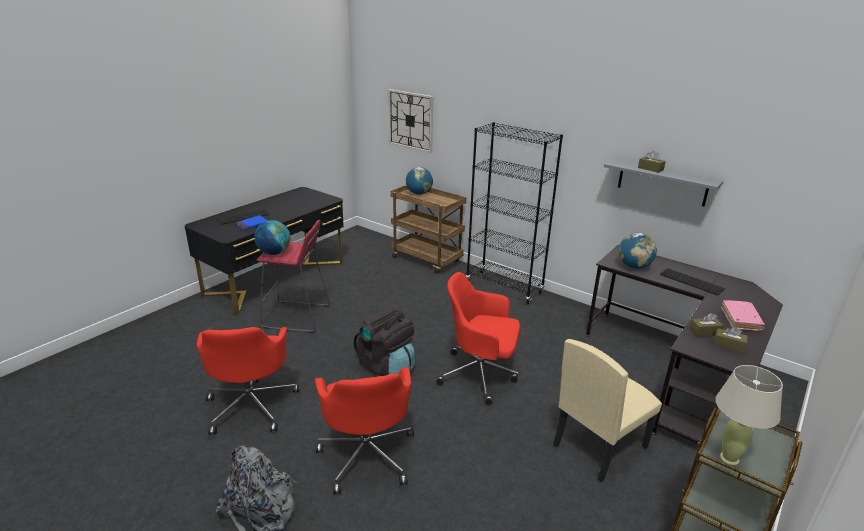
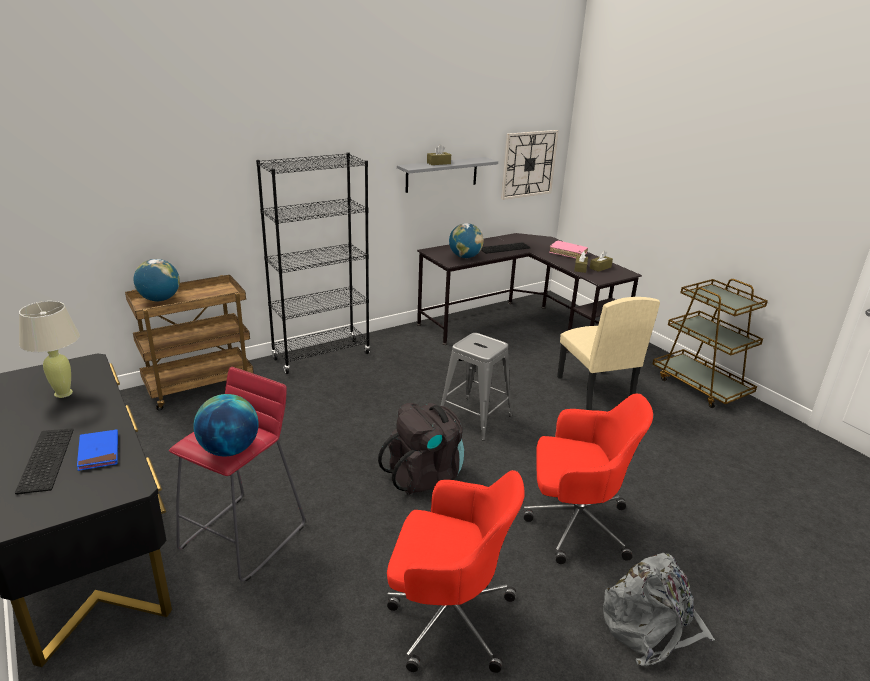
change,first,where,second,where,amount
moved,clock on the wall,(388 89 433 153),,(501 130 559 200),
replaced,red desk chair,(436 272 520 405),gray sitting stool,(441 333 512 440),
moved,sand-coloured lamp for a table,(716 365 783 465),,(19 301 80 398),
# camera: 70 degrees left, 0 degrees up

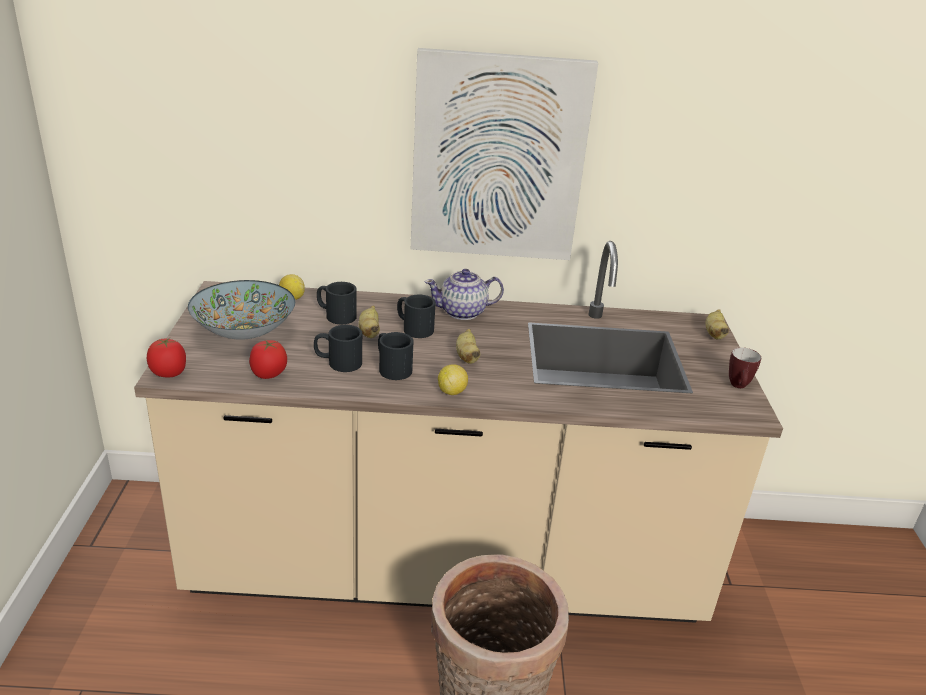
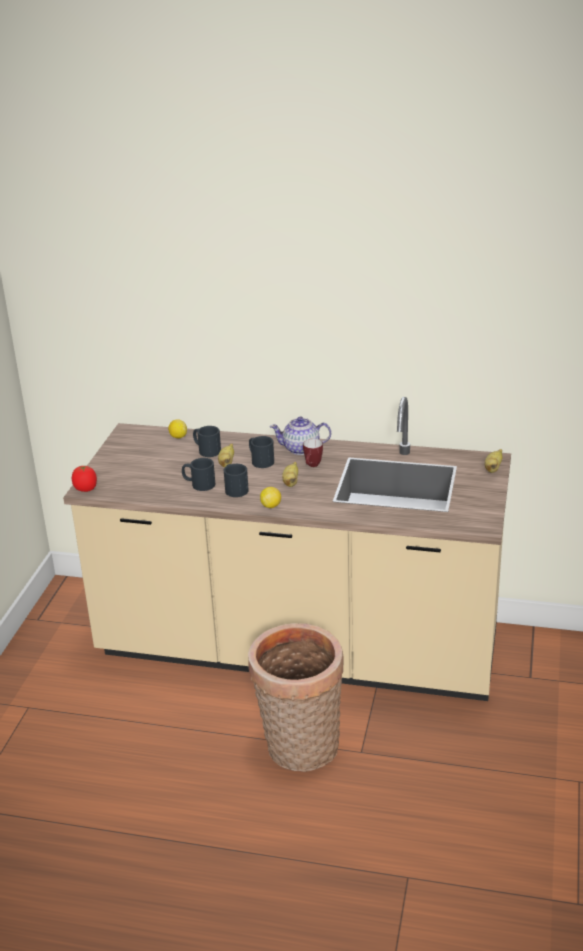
change,first,where,second,where,amount
removed,bowl,(188 280 295 340),,,
removed,fresh tomato,(249 340 287 379),,,
removed,picture,(411 48 598 260),,,
moved,mug,(729 347 761 388),,(303 439 323 467),
# camera: 15 degrees right, 0 degrees up

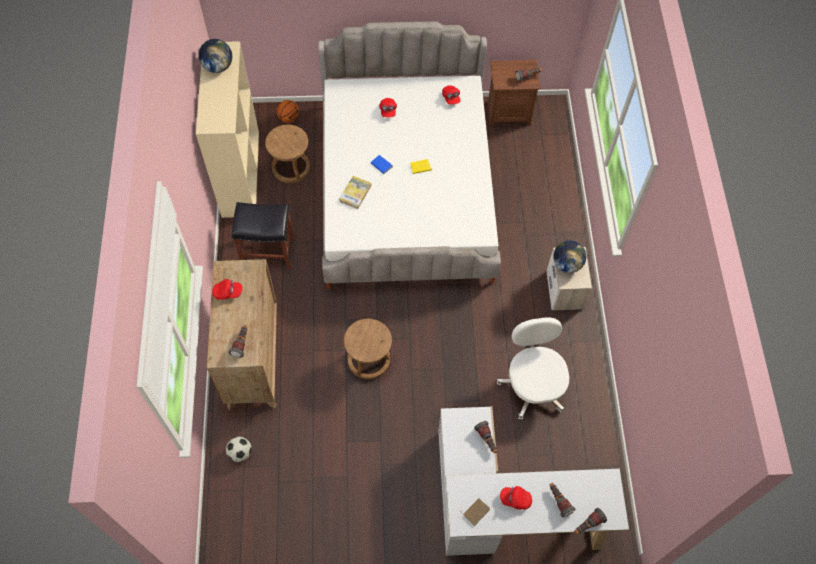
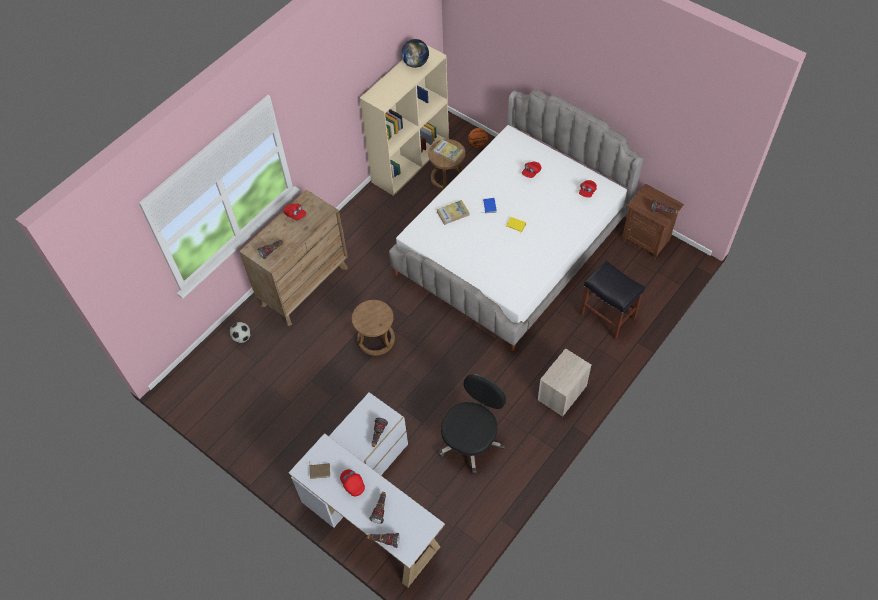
change,first,where,second,where,amount
moved,black-coloured sitting stool,(232 202 294 269),,(580 261 645 340),
recoloured,white desk chair,(497 317 569 419),black-coloured desk chair,(438 374 506 474),
removed,world globe,(553 240 586 273),,,
added,,,bound book,(432 140 463 163),
# camera: 45 degrees right, 5 degrees down

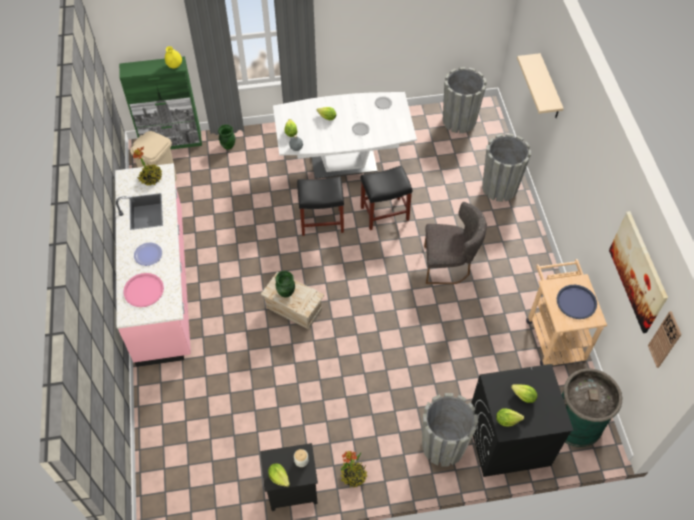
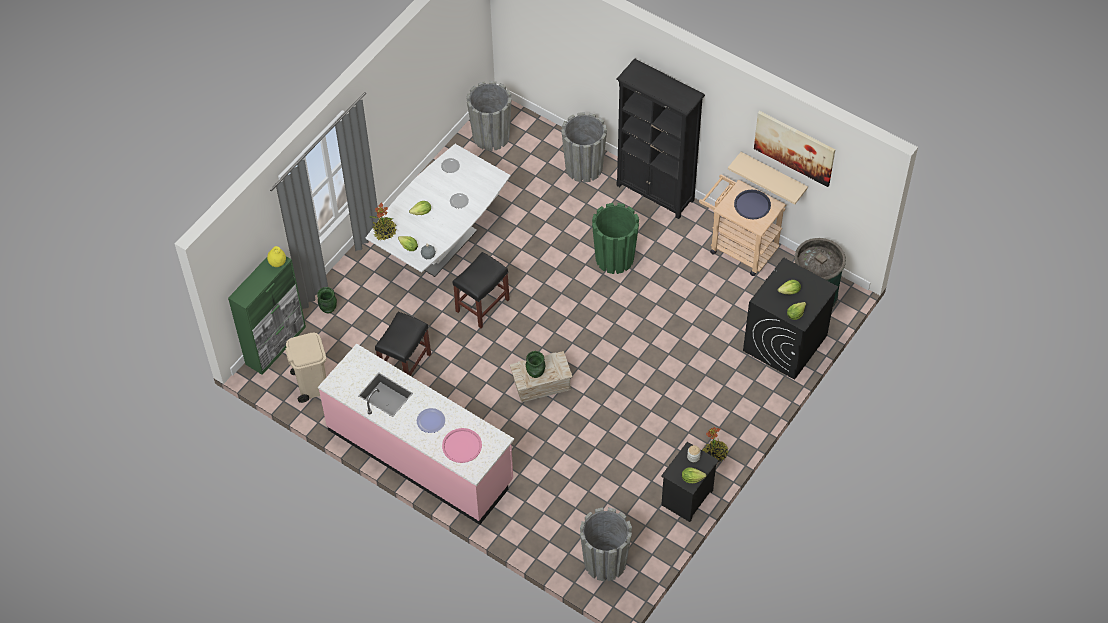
change,first,where,second,where,amount
moved,potted plant,(133 146 162 186),,(370 203 396 240),
moved,black-coloured sitting stool,(361 165 412 230),,(375 312 431 376),
moved,gray flower pot,(422 393 478 466),,(580 507 632 582),
replaced,gray chair,(424 202 487 284),greenish flower pot,(592 203 639 274),
moved,sand-coloured bracket shelf,(517 53 564 118),,(728 152 808 204),
removed,clock on the wall,(648 311 682 368),,,
added,,,black-coloured bookshelf,(616 59 705 219),
# camera: 45 degrees left, 0 degrees up

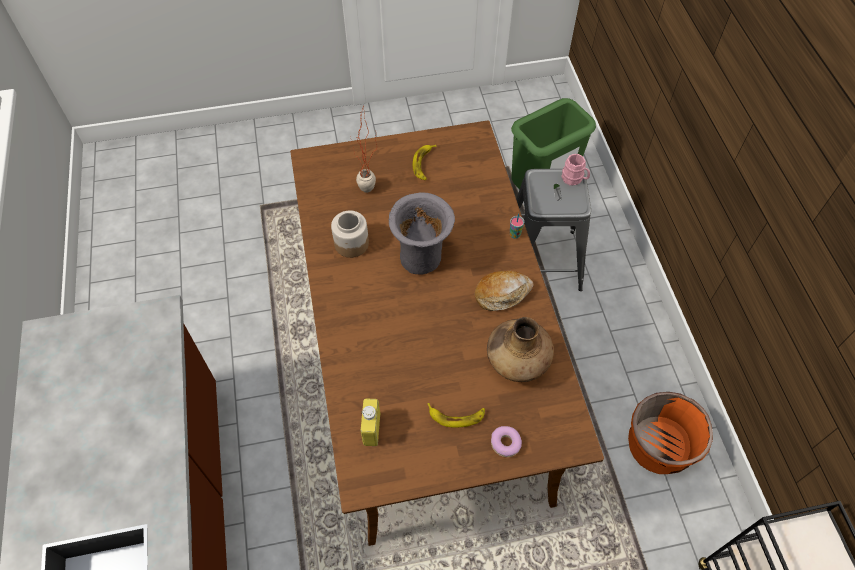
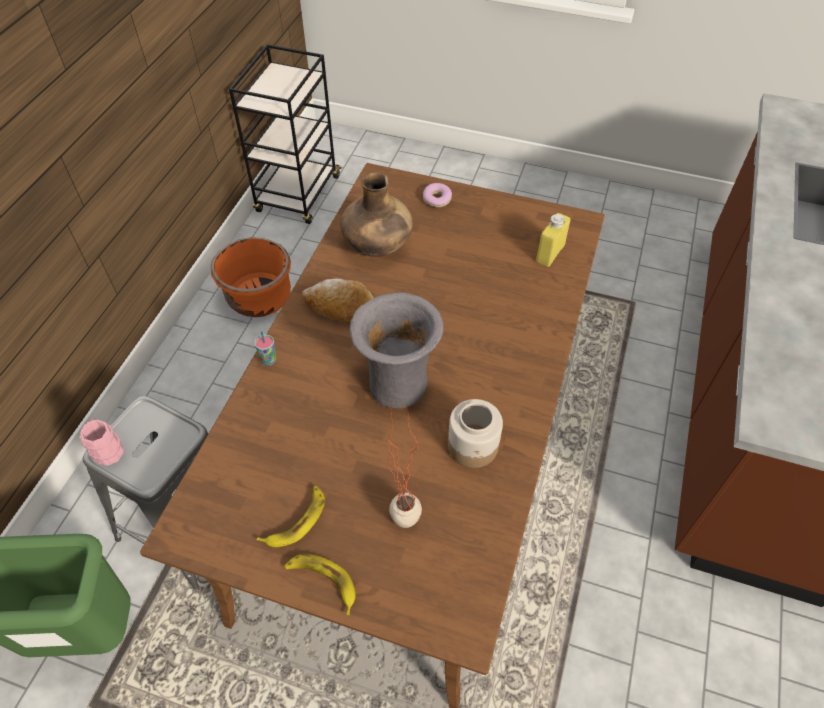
change,first,where,second,where,amount
moved,banana fruit,(427 403 485 428),,(284 554 356 616),
# camera: 150 degrees left, 5 degrees down

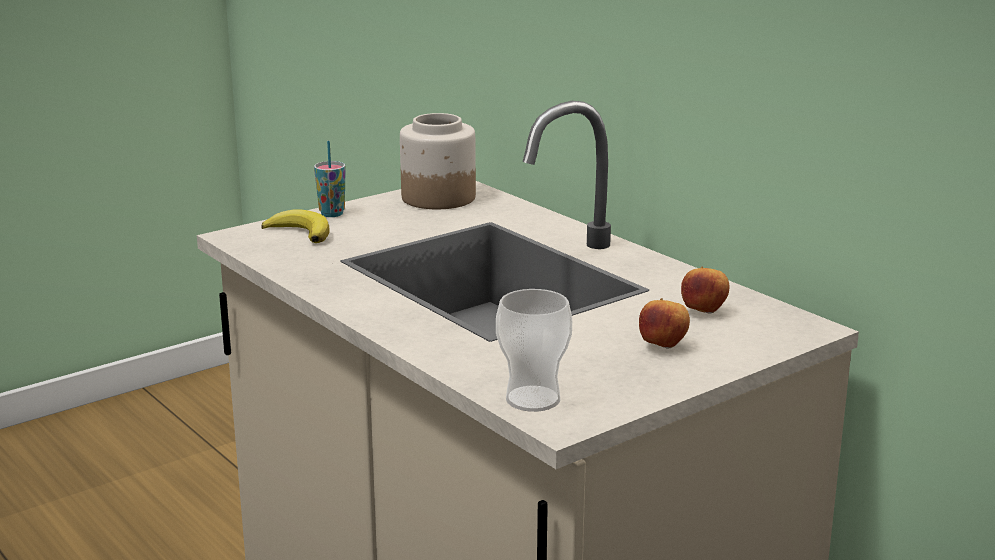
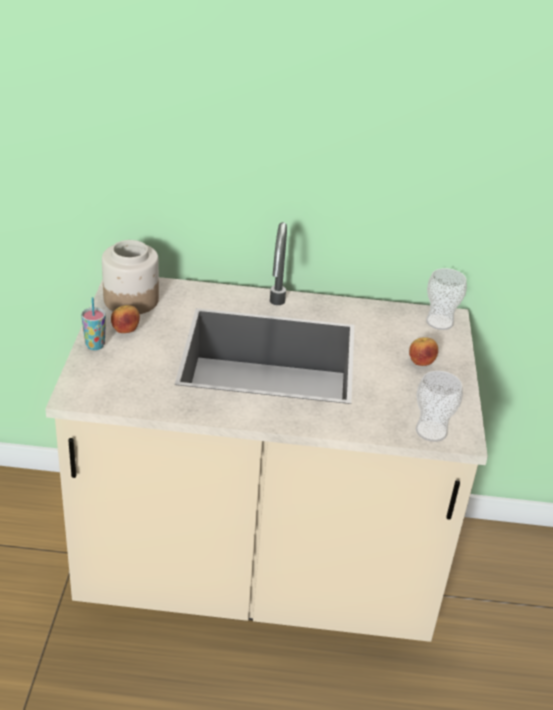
change,first,where,second,where,amount
removed,banana fruit,(261 210 330 243),,,
moved,whole apple,(681 266 729 314),,(111 305 140 333),
added,,,drinking cup,(426 268 467 330),
# camera: 50 degrees left, 15 degrees up

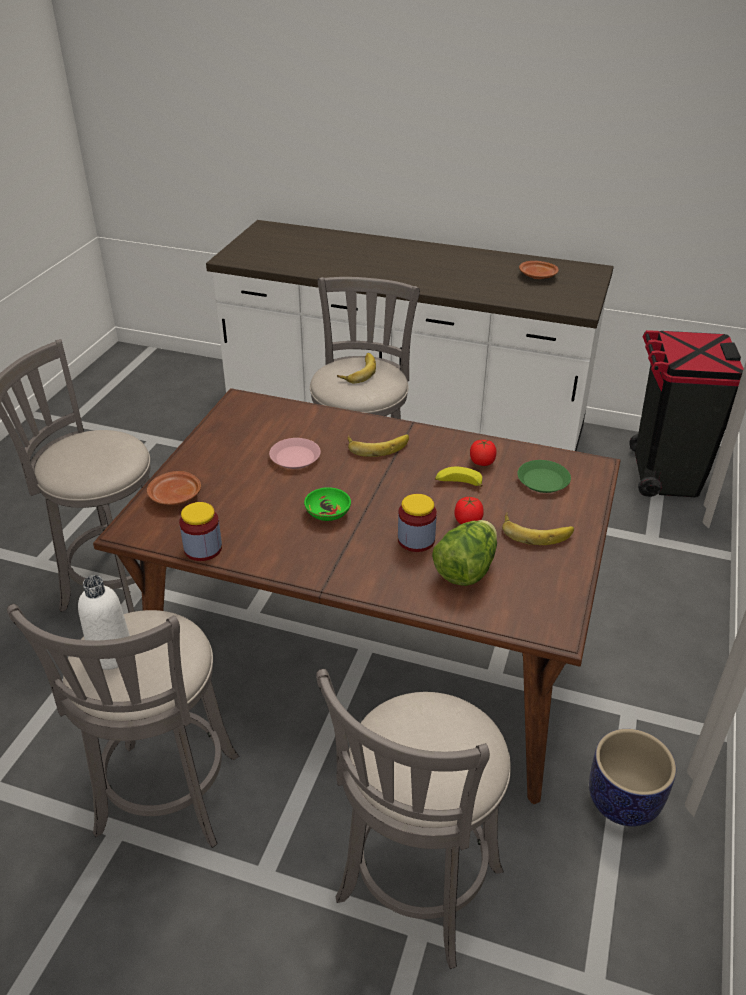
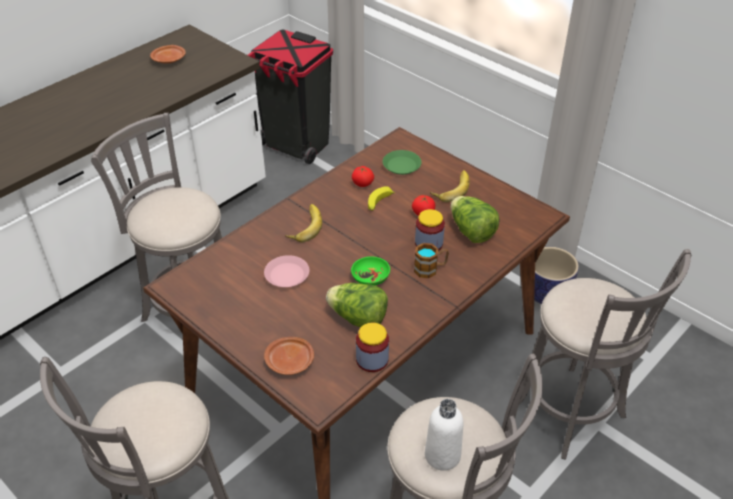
change,first,where,second,where,amount
removed,banana fruit,(337 353 376 383),,,
added,,,lettuce,(326 283 388 327),
added,,,mug,(414 243 449 278),
# camera: 65 degrees left, 5 degrees up

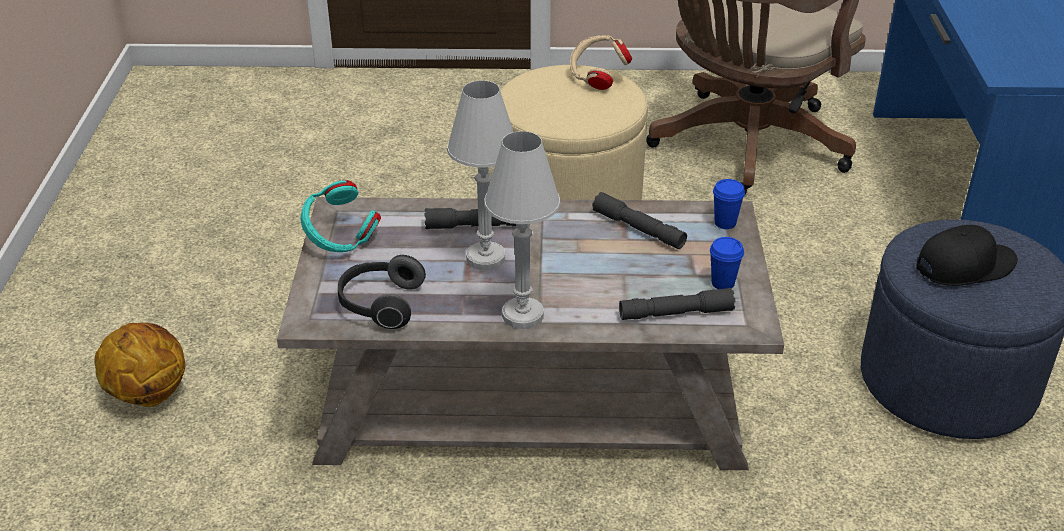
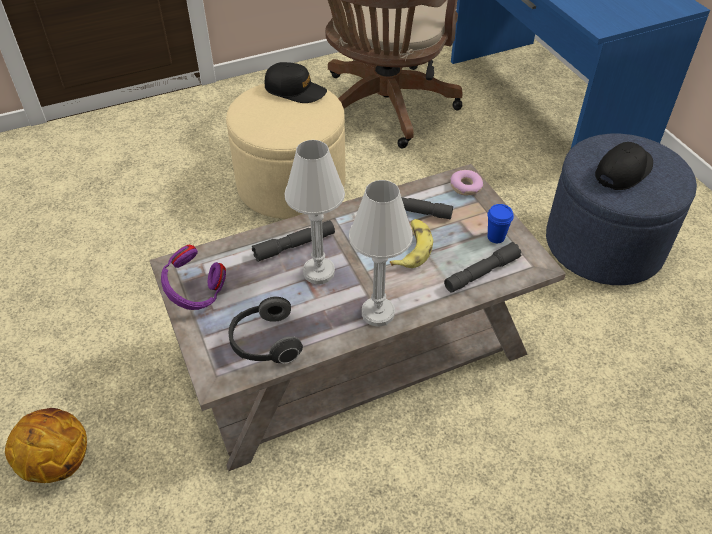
change,first,where,second,where,amount
recoloured,turquoise-coloured headset,(300 180 381 252),purplish headset,(161 245 226 310),
replaced,sand-coloured headset,(570 35 632 90),black-coloured cap,(264 62 327 103),
replaced,blue drinking cup,(713 179 745 229),doughnut,(450 170 483 195),
added,,,banana fruit,(390 219 433 268),
# camera: 25 degrees left, 10 degrees up

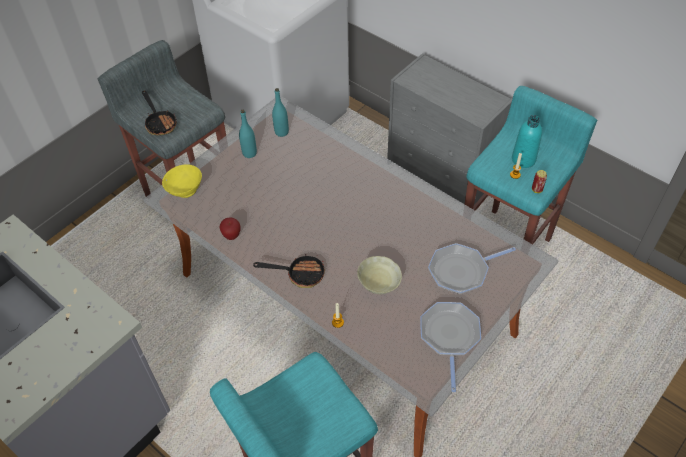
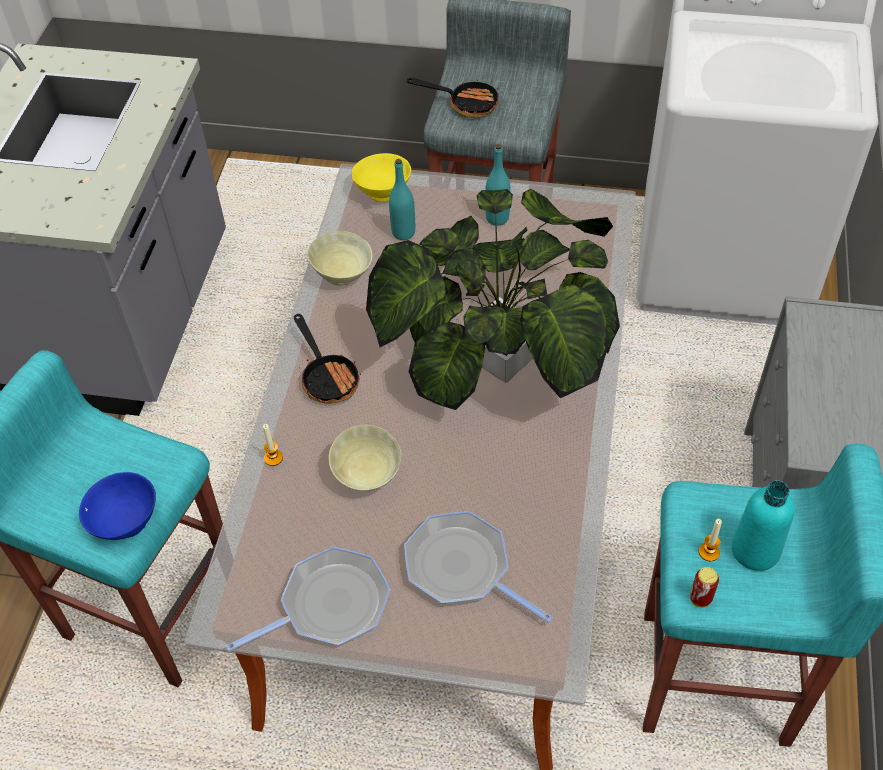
change,first,where,second,where,amount
turned,pan,(142 90 177 136),,(407 78 499 118),105 degrees counterclockwise
replaced,whole apple,(219 217 241 240),sand-coloured bowl,(307 231 373 286),
moved,turquoise-coloured beverage bottle,(272 88 289 137),,(389 159 415 240),
added,,,blue bowl,(79 472 156 540),
added,,,potted plant,(366 189 620 410),
# camera: 60 degrees right, 0 degrees up

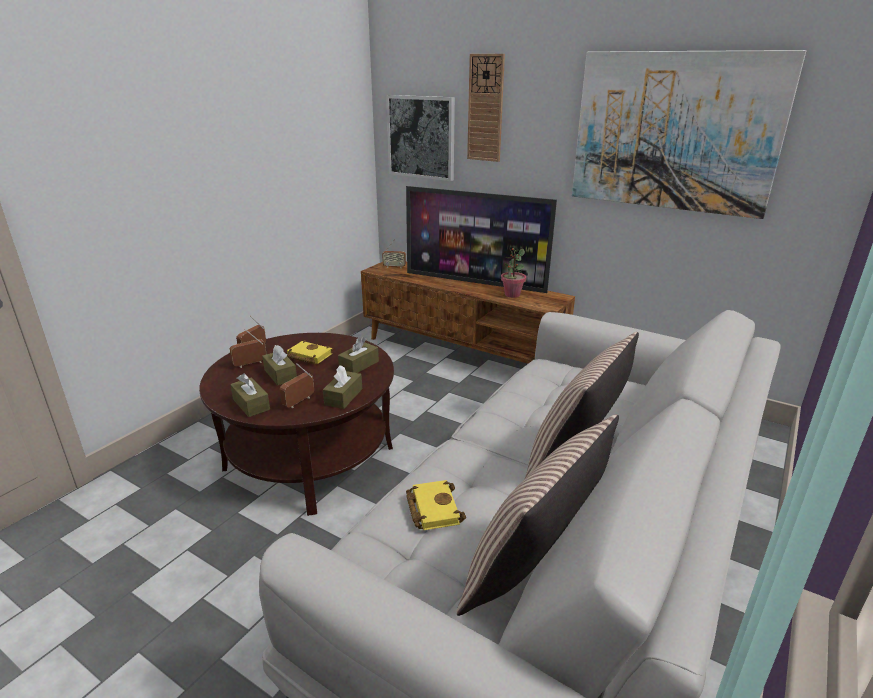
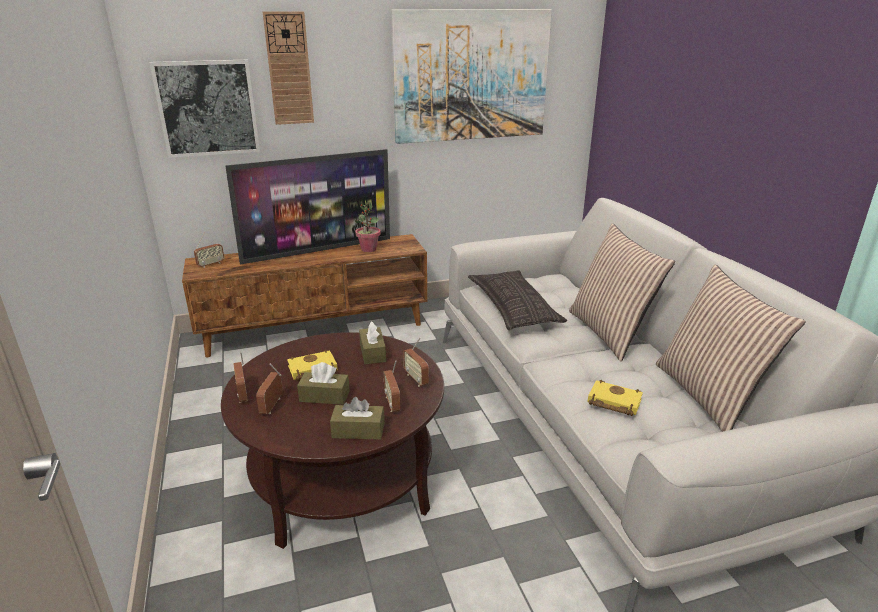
change,first,where,second,where,amount
replaced,brown-coloured box of tissues,(323 366 362 409),radio set,(403 338 429 387),
added,,,throw pillow,(468 270 567 330),
# camera: 50 degrees left, 0 degrees up

